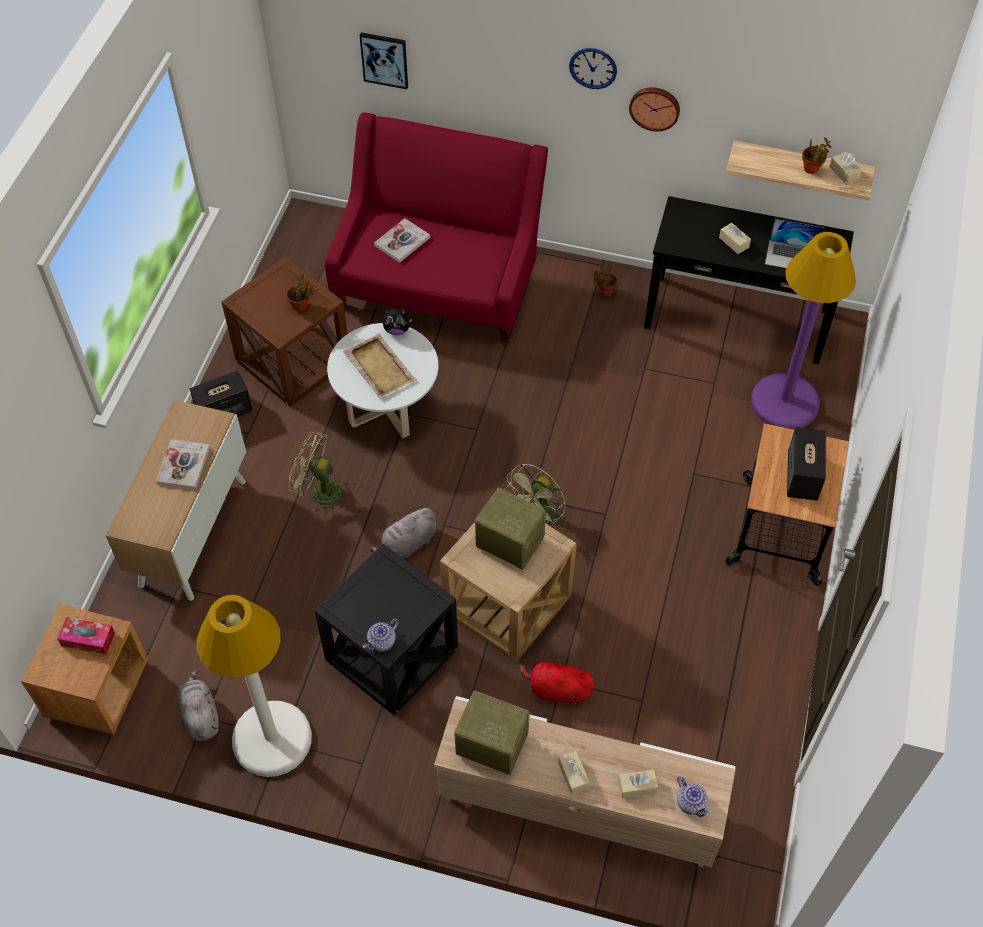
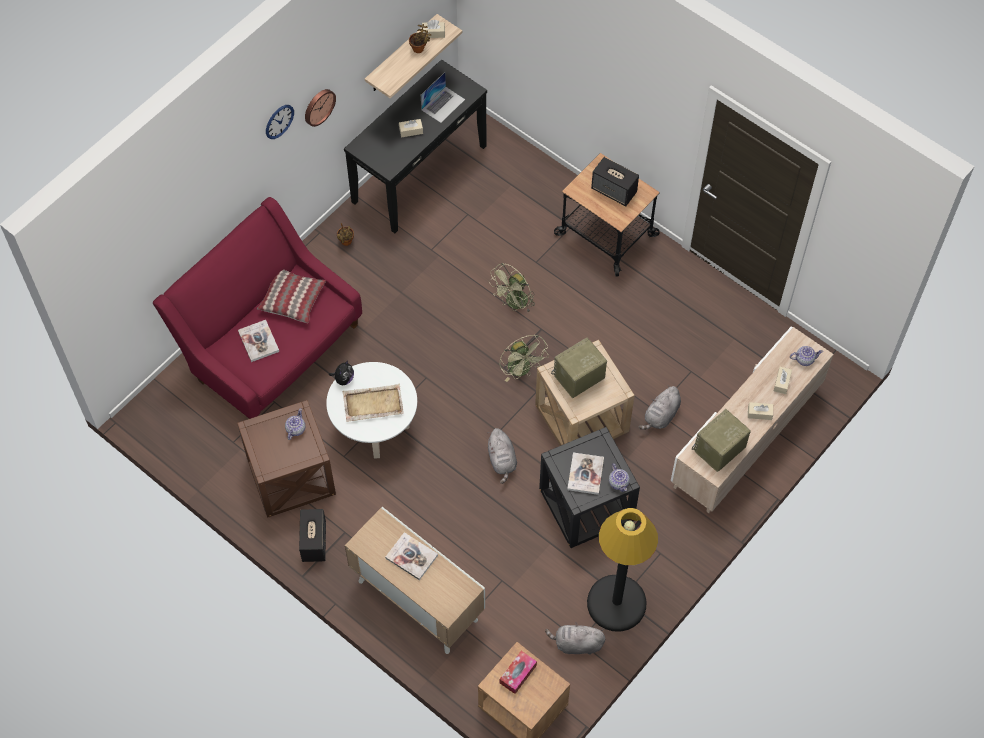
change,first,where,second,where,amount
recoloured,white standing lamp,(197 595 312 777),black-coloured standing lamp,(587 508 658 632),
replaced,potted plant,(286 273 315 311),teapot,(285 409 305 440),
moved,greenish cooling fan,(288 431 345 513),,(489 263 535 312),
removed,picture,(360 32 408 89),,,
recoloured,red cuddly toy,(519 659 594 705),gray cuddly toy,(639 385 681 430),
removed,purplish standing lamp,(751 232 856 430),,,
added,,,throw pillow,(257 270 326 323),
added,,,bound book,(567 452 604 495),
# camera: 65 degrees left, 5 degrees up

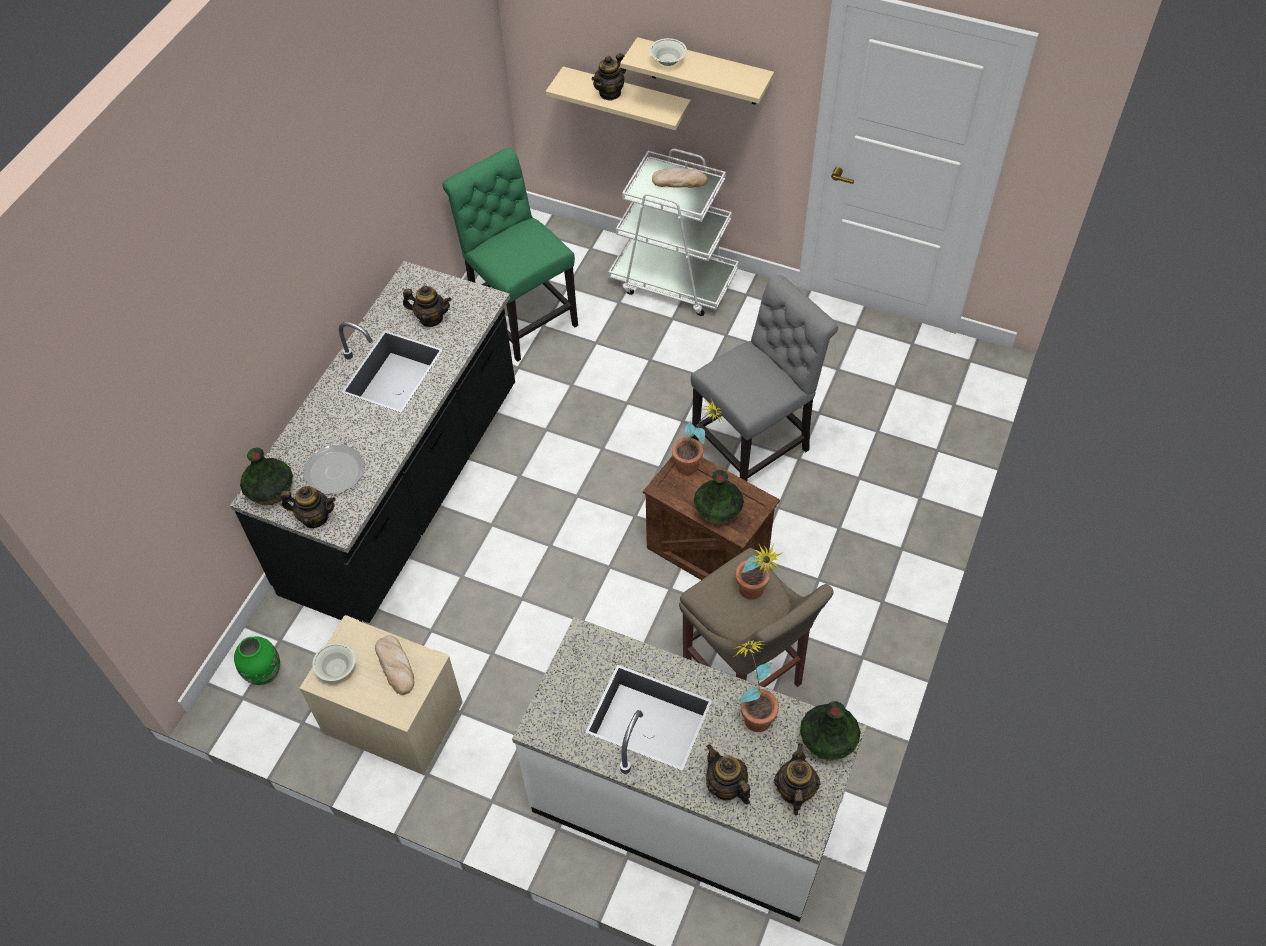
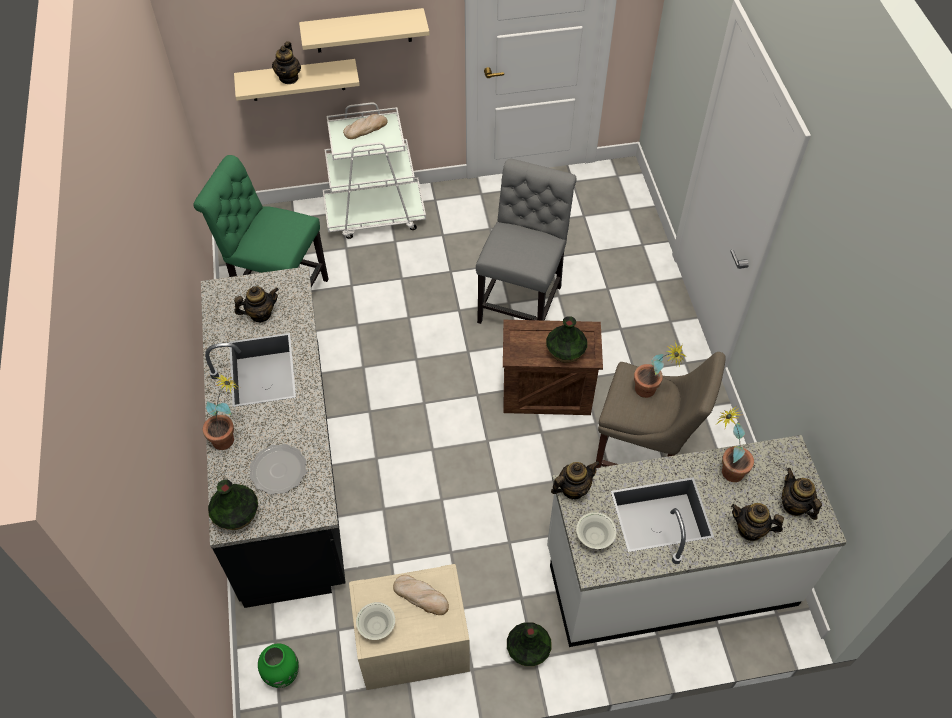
change,first,where,second,where,amount
moved,teapot,(281 486 336 528),,(551 461 600 499),
moved,white bowl,(649 38 687 66),,(576 512 617 549),
moved,potted plant,(672 399 723 475),,(203 372 240 450),
moved,flower vase,(800 701 860 760),,(507 622 552 666),
# camera: 35 degrees left, 0 degrees up

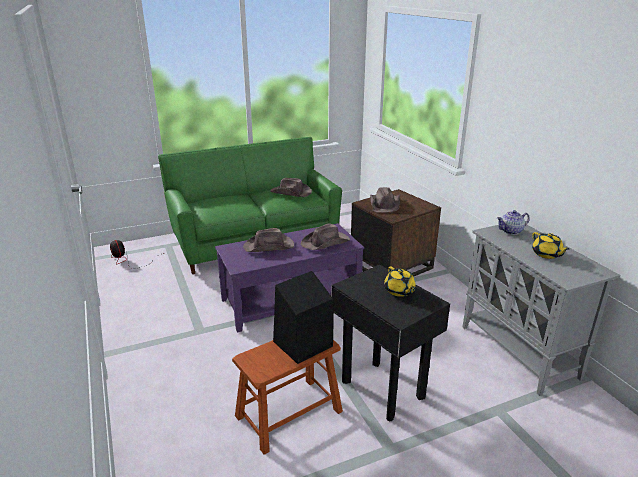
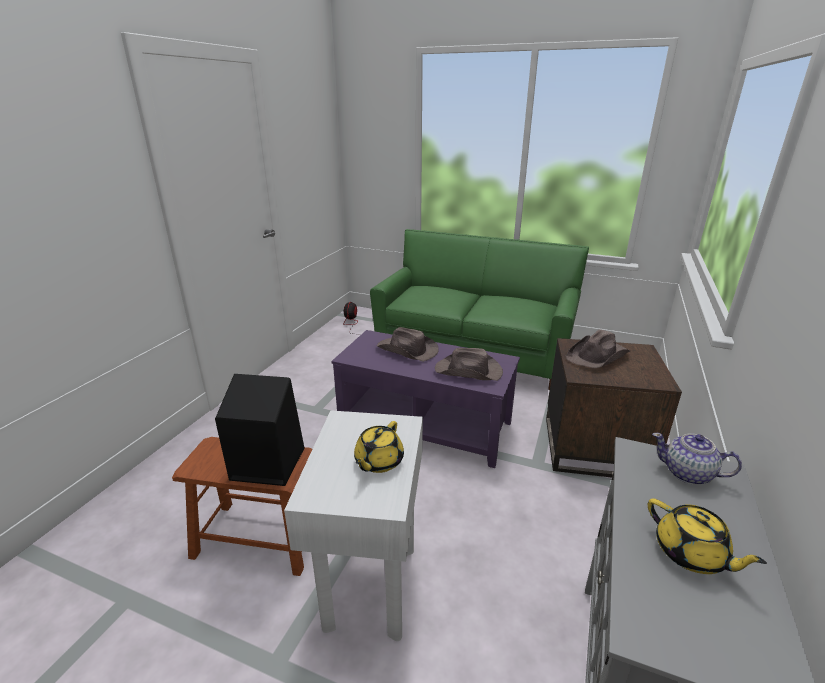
change,first,where,second,where,amount
removed,brown-coloured wearable hat,(270 178 312 197),,,
recoloured,black-coloured side table,(331 265 450 421),white side table,(284 410 423 641),
turned,yellow-coloured teapot,(532 232 569 259),,(648 498 767 574),60 degrees counterclockwise
# camera: 45 degrees right, 0 degrees up

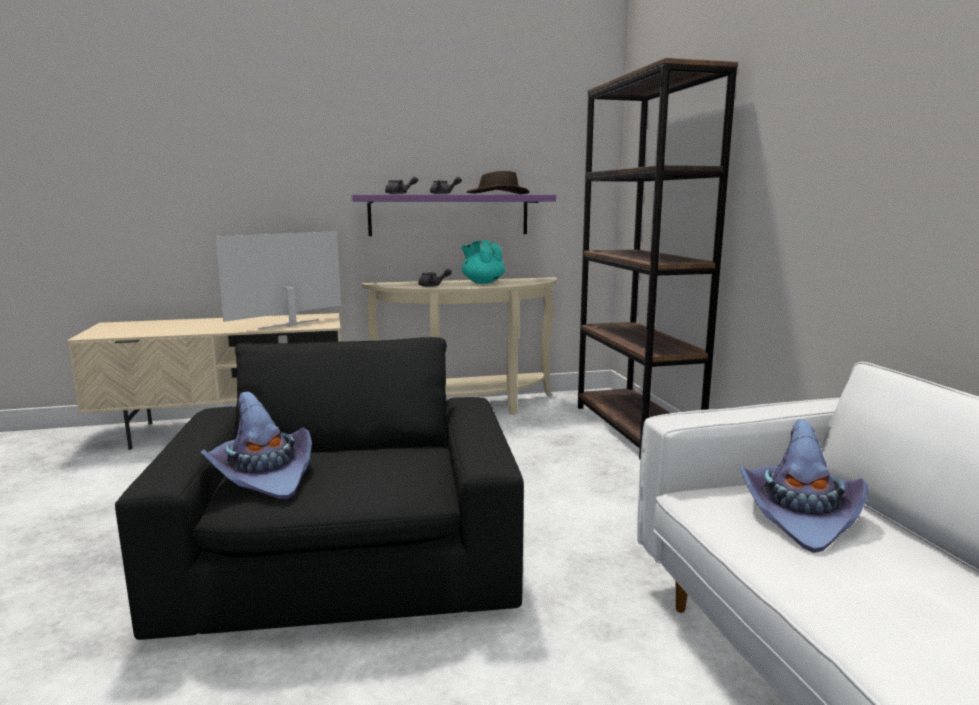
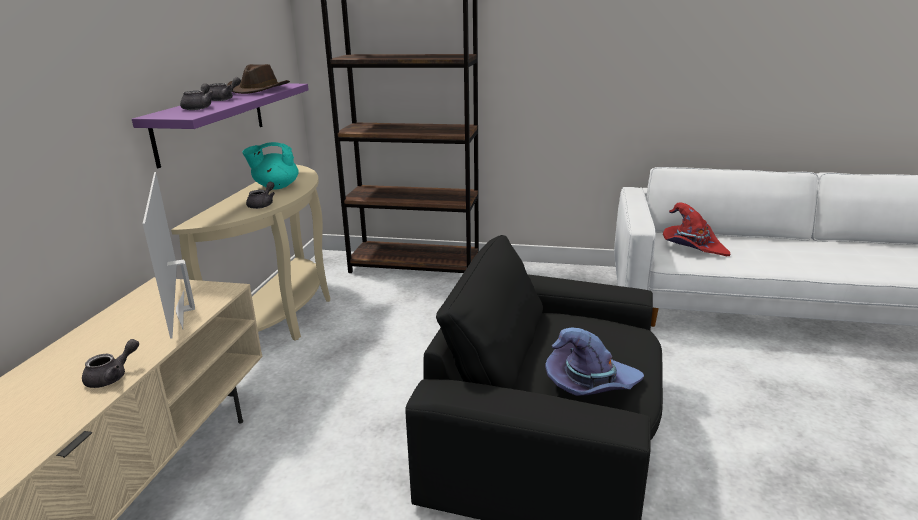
change,first,where,second,where,amount
recoloured,purplish wearable hat,(740 419 868 553),red wearable hat,(663 202 730 256),
added,,,gray teapot,(82 339 139 388),
# camera: 65 degrees left, 10 degrees up

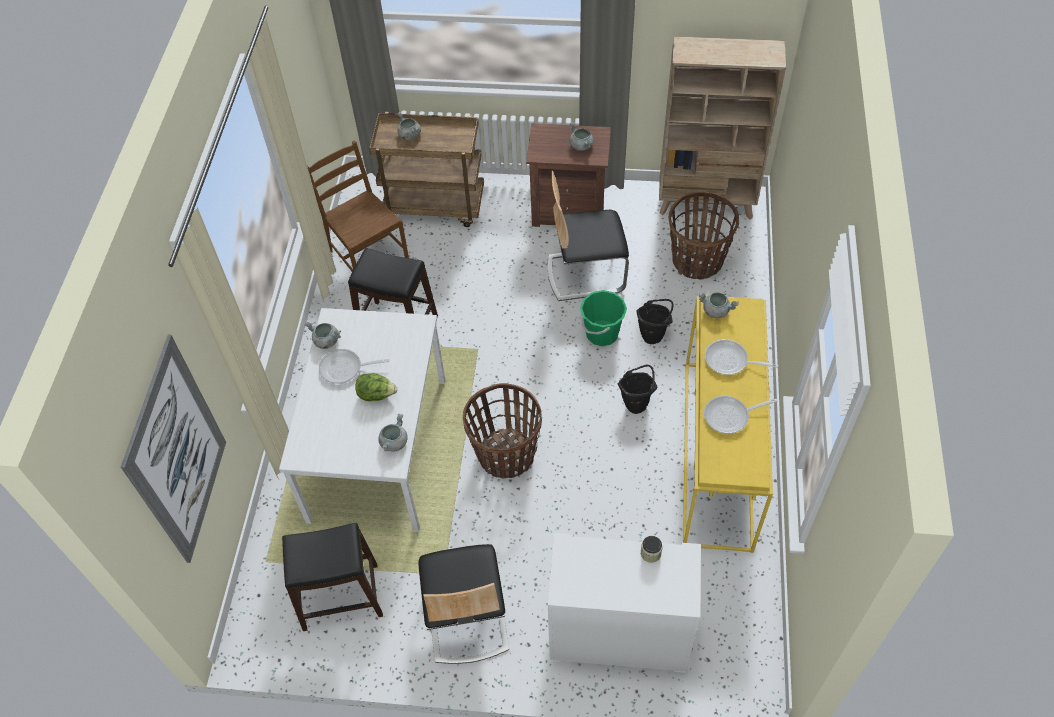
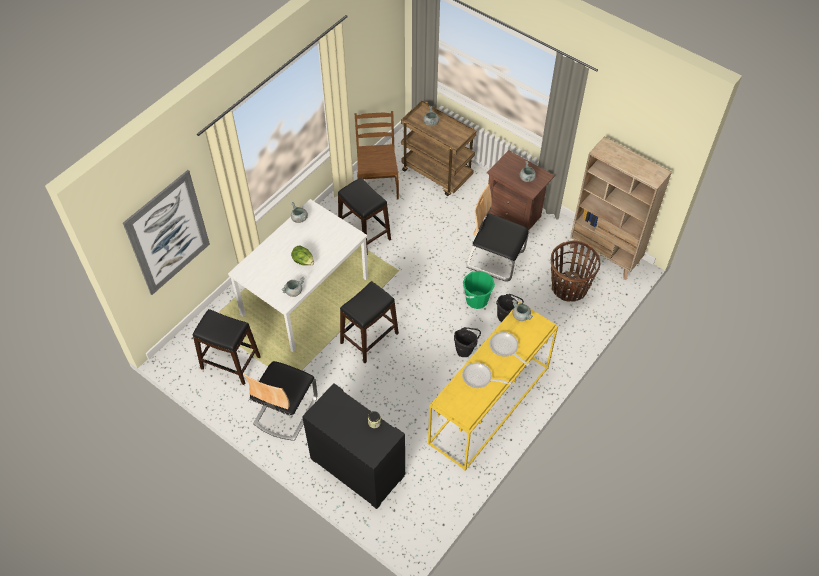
change,first,where,second,where,amount
removed,pan,(319 349 389 384),,,
replaced,basket,(463 383 542 479),black-coloured sitting stool,(340 281 399 363),
recoloured,white drawer chest,(548 533 701 673),black-coloured drawer chest,(302 383 405 509),
# camera: 30 degrees right, 0 degrees up

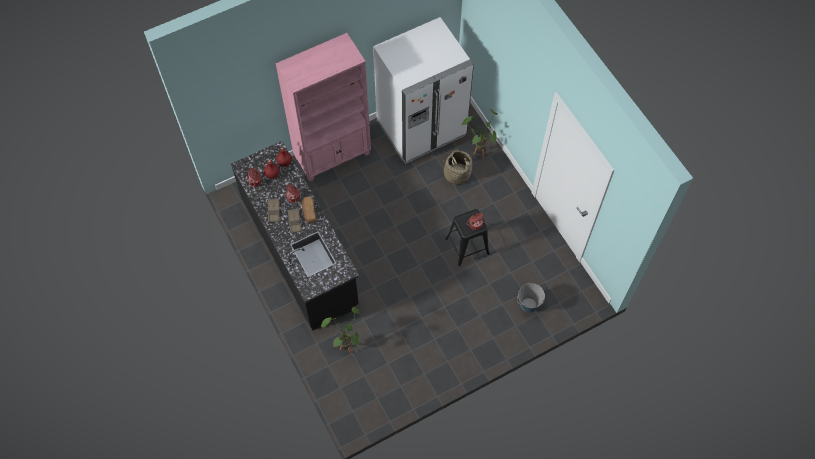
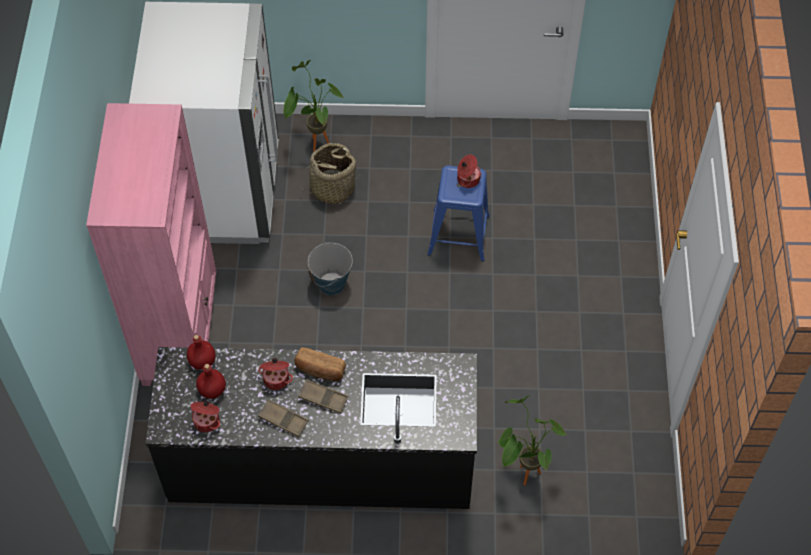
change,first,where,second,where,amount
recoloured,black-coloured sitting stool,(446 209 490 267),blue sitting stool,(427 165 490 262),
moved,water bucket,(517 283 545 313),,(308 242 353 295),
# camera: 60 degrees left, 5 degrees down

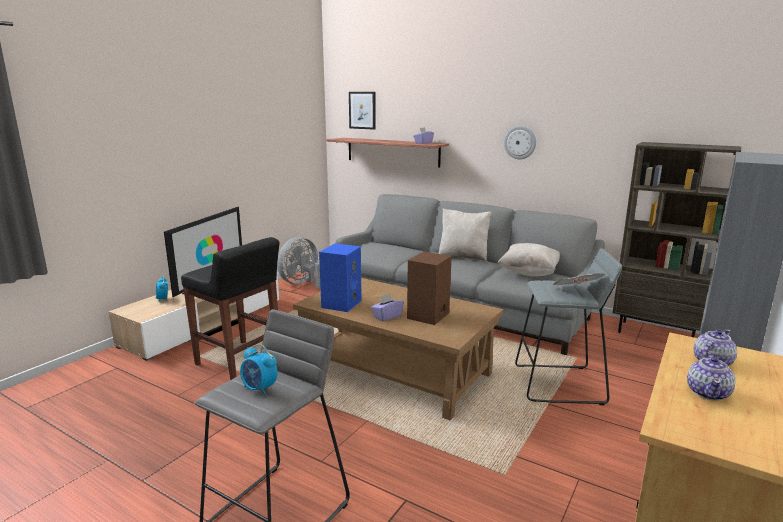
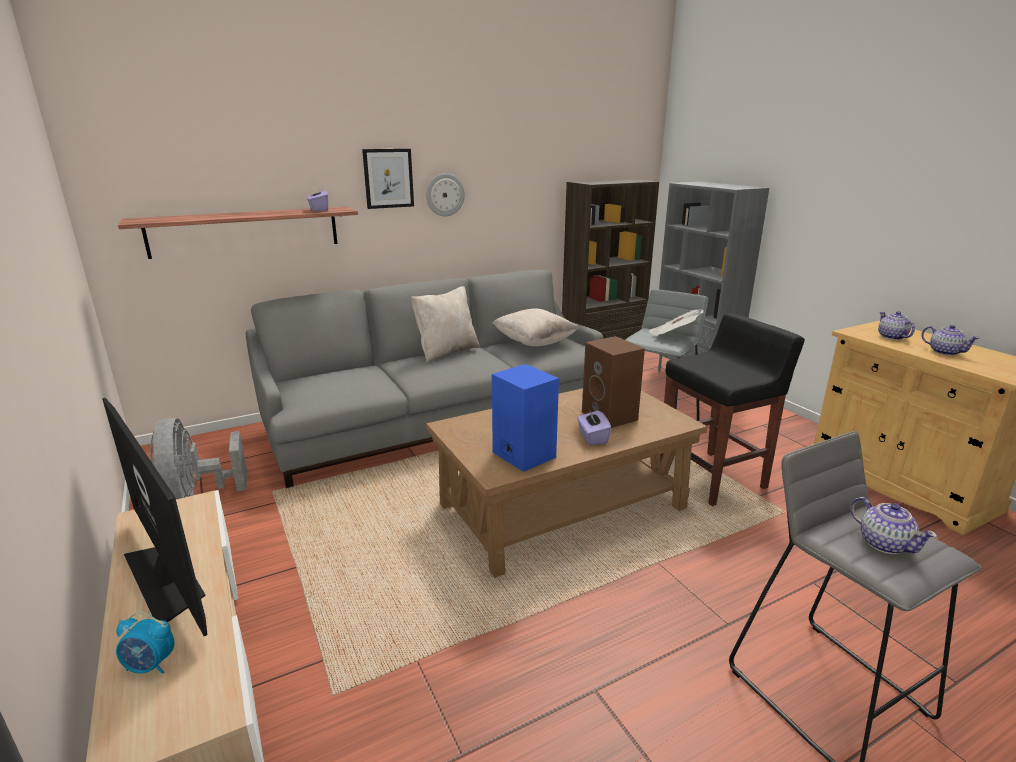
change,first,where,second,where,amount
moved,black-coloured sitting stool,(181 237 279 380),,(660 313 805 506),
replaced,table clock,(240 344 277 396),teapot,(850 497 938 554),
moved,picture,(349 92 376 130),,(362 149 414 209),
# camera: 60 degrees left, 5 degrees up

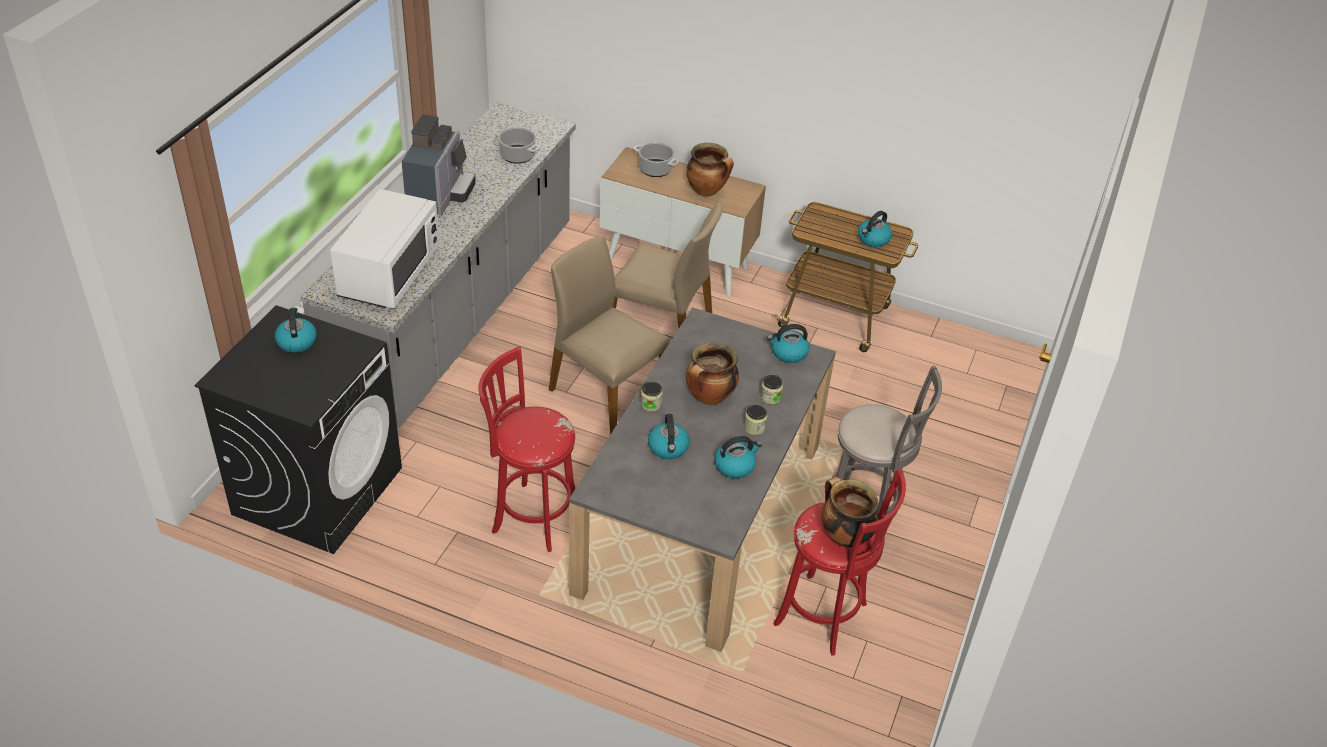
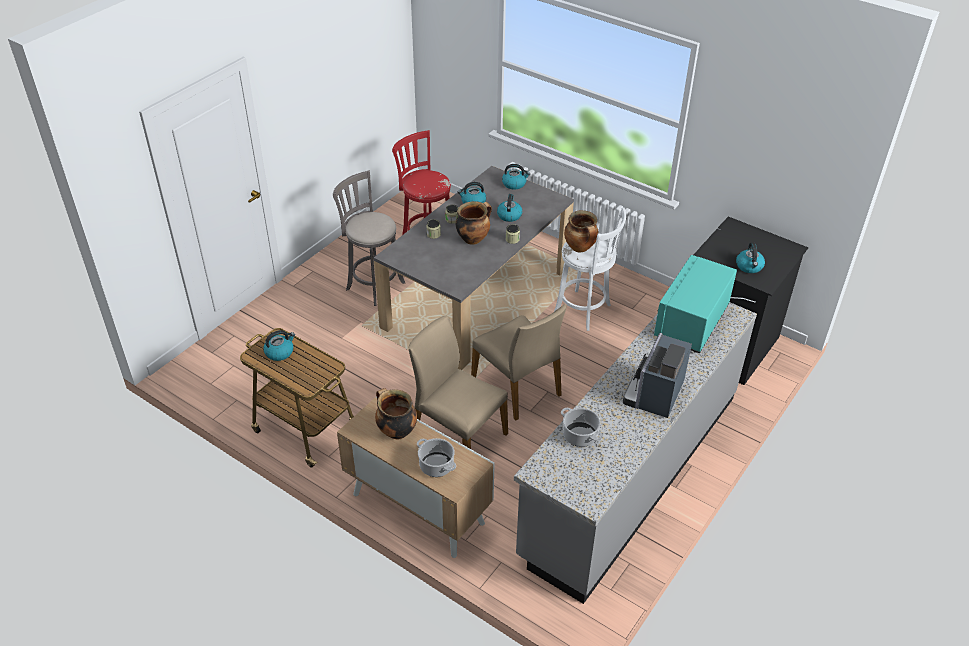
change,first,where,second,where,amount
recoloured,white kitchen microwave,(330 189 440 309),turquoise-coloured kitchen microwave,(654 255 737 353),
recoloured,red sitting stool,(479 346 575 552),white sitting stool,(554 207 626 331),
moved,kettle,(767 324 810 363),,(502 164 530 190),
moved,cooking pot,(821 477 879 548),,(564 210 599 253),
# camera: 165 degrees left, 0 degrees up

